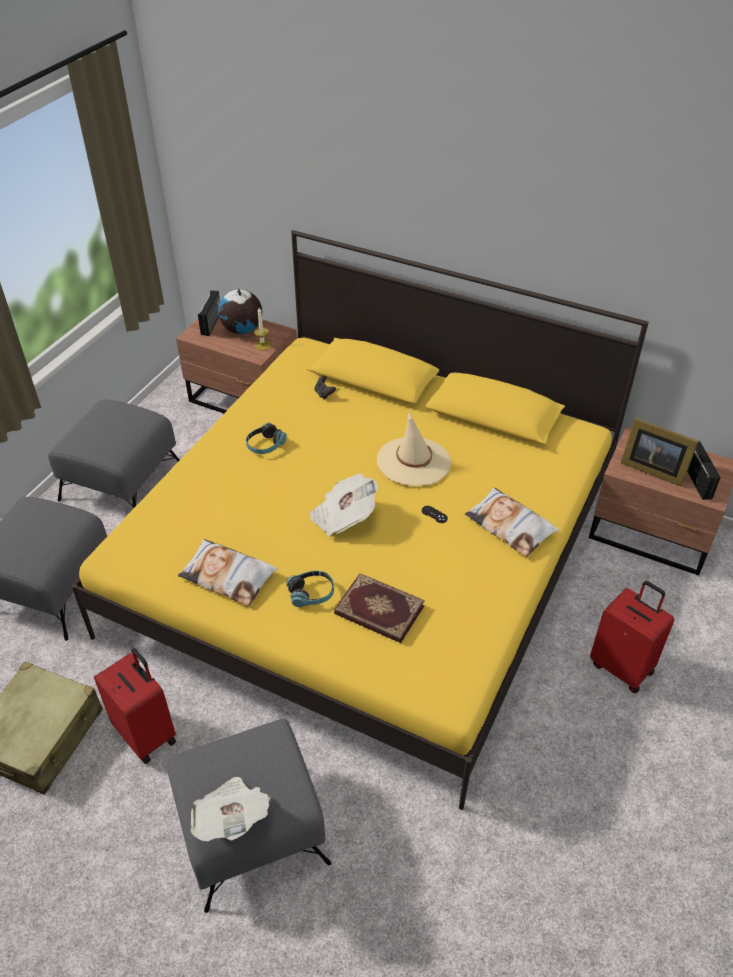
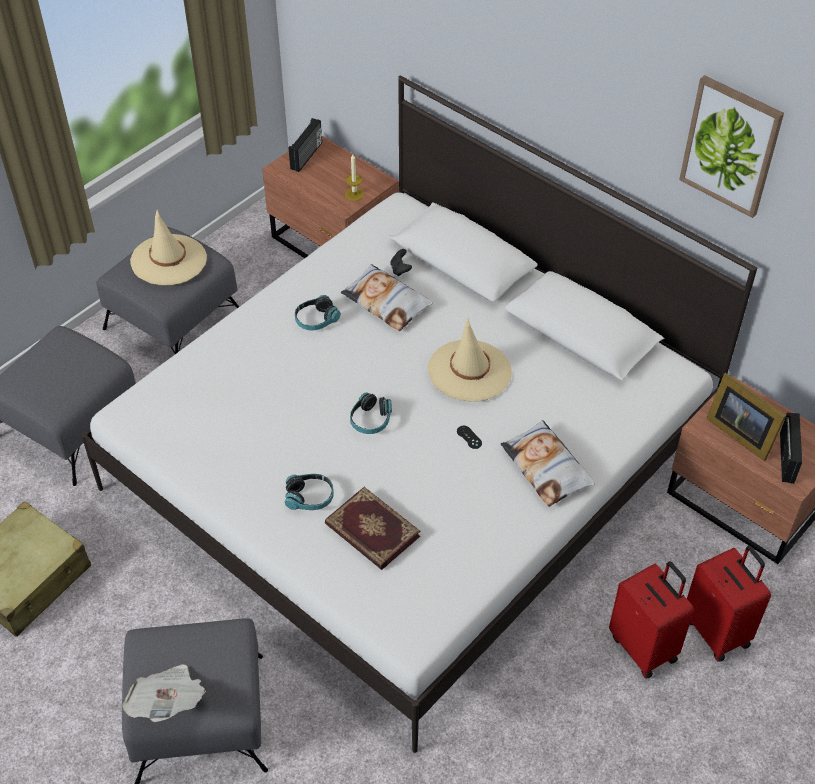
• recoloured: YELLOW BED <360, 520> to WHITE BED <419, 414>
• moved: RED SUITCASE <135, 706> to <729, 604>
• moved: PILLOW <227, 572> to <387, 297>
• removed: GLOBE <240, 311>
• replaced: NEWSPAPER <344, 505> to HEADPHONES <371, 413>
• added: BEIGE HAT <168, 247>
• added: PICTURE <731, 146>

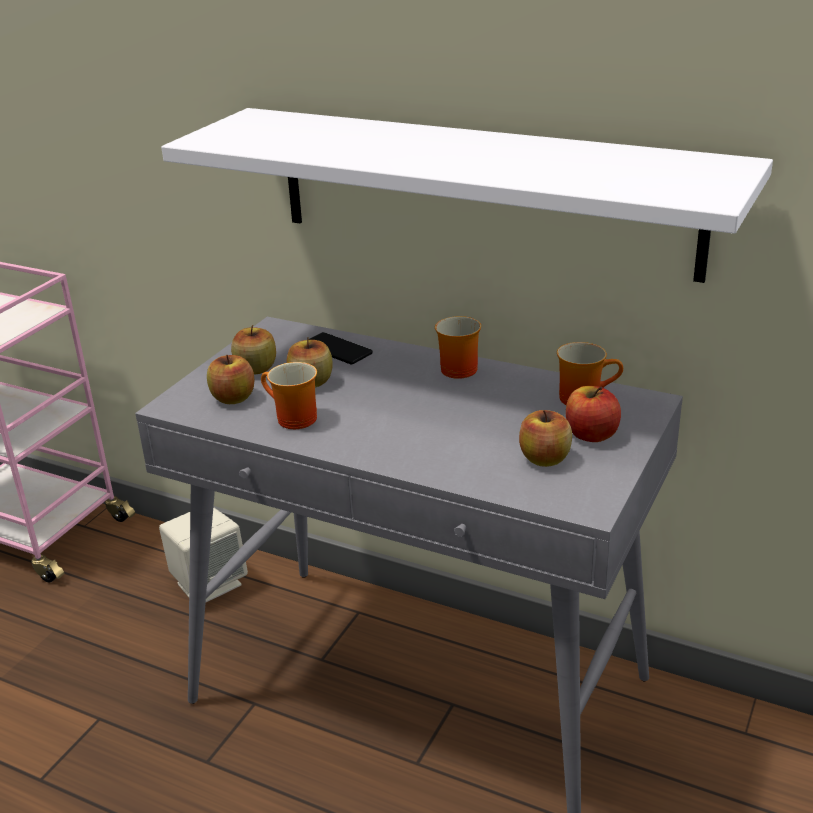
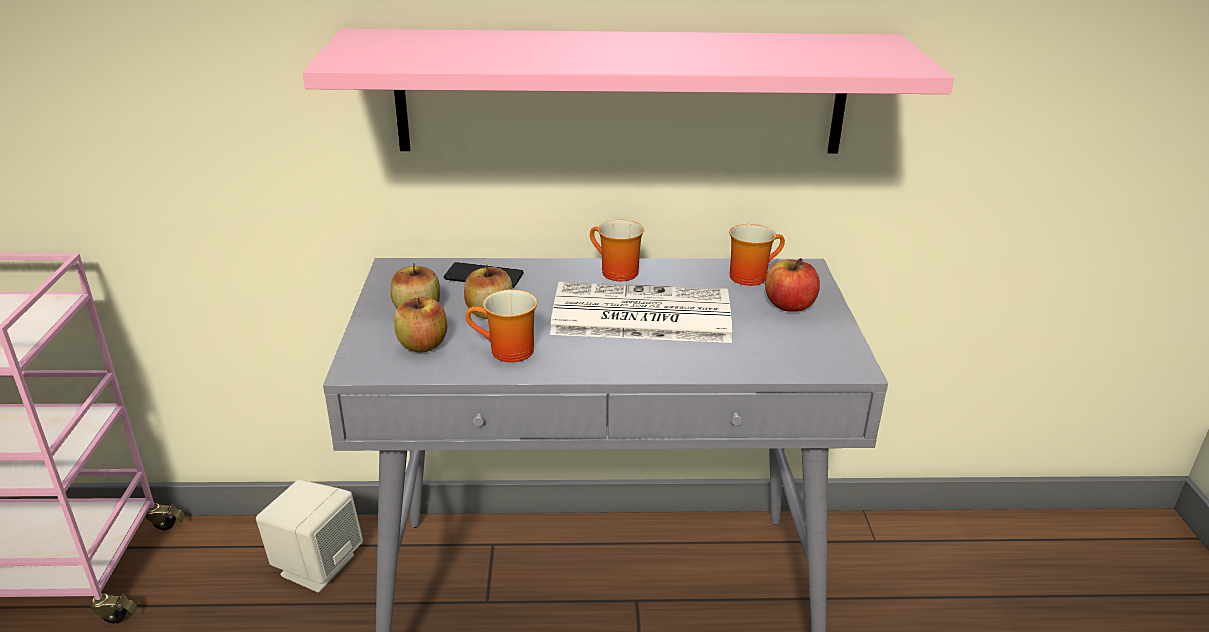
• recoloured: WHITE SHELF <467, 195> to PINK SHELF <628, 91>
• removed: APPLE <545, 438>
• added: NEWSPAPER <641, 312>

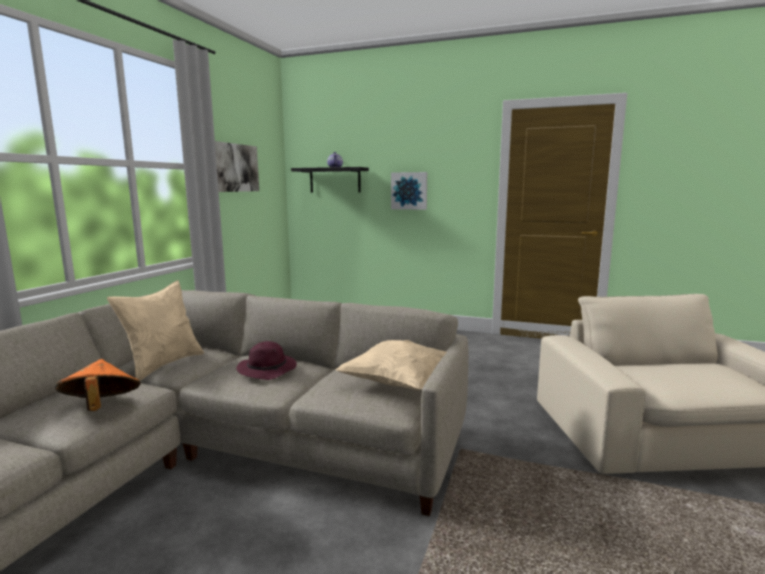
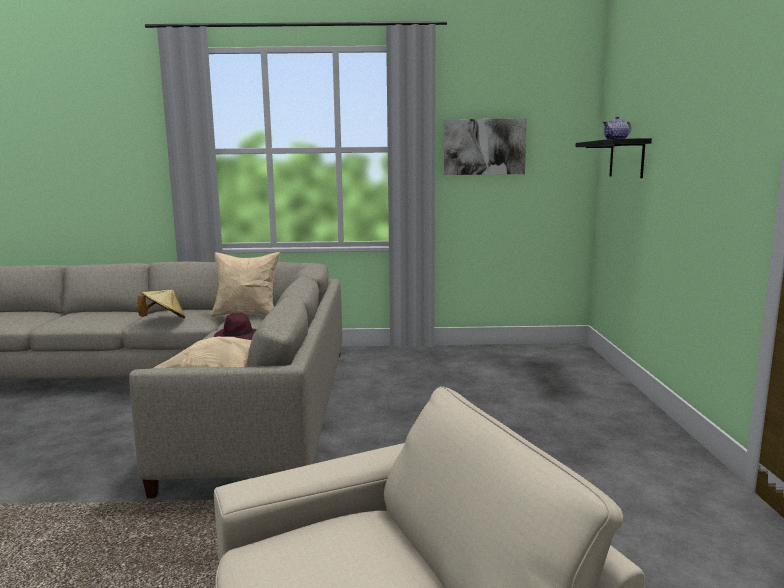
• recoloured: ORANGE HAT <98, 385> to BEIGE HAT <161, 303>
• removed: PICTURE <409, 191>

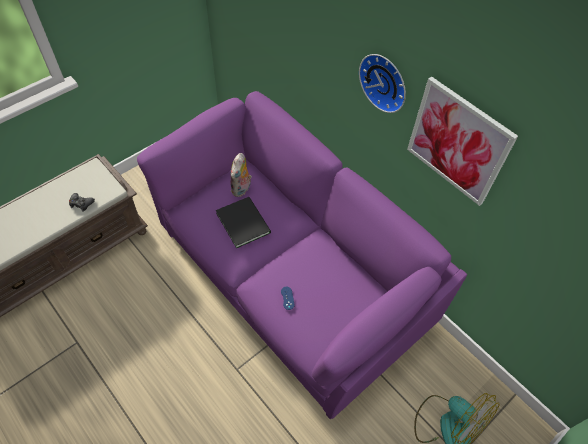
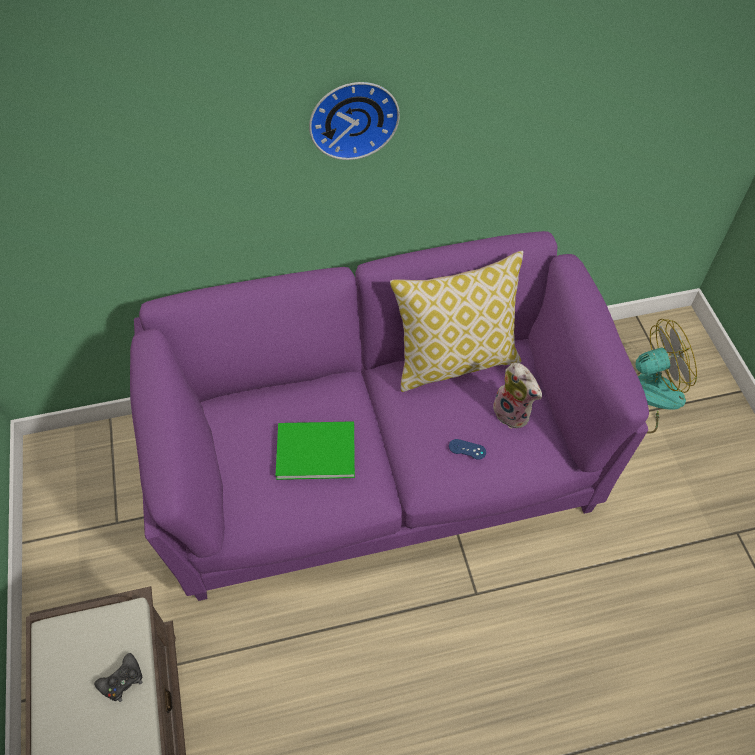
• recoloured: BLACK BOOK <243, 222> to GREEN BOOK <315, 450>
• moved: PLUSH TOY <241, 175> to <516, 395>
• removed: PICTURE <462, 141>
• added: PILLOW <456, 321>

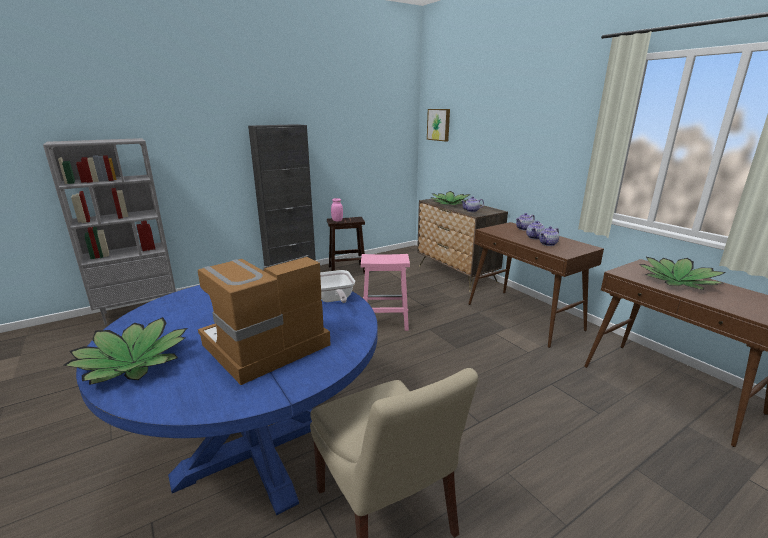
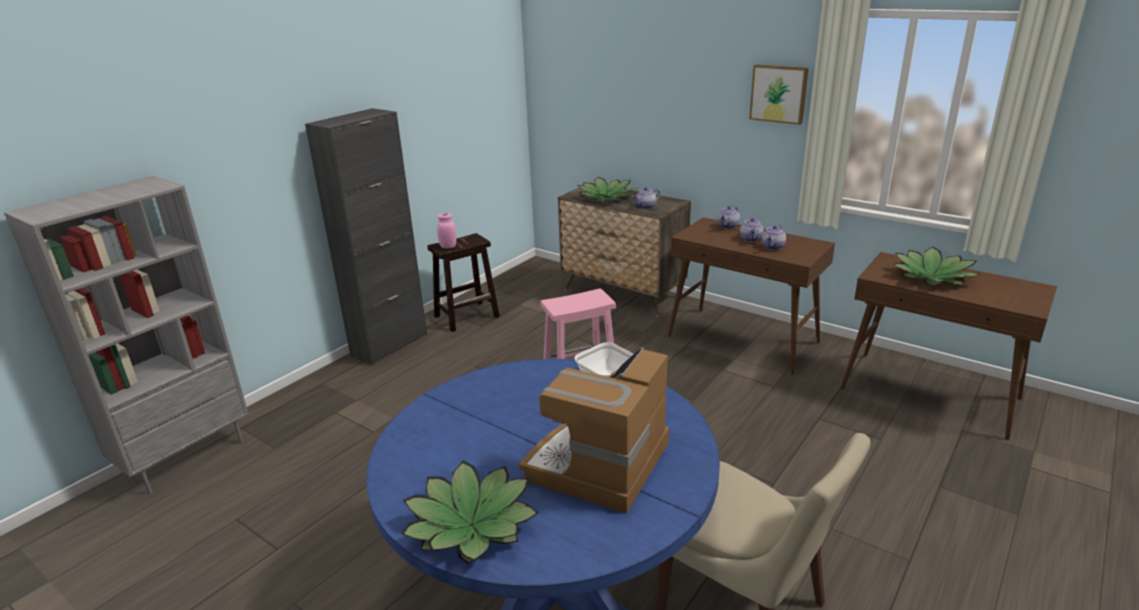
• moved: PICTURE <438, 125> to <779, 94>

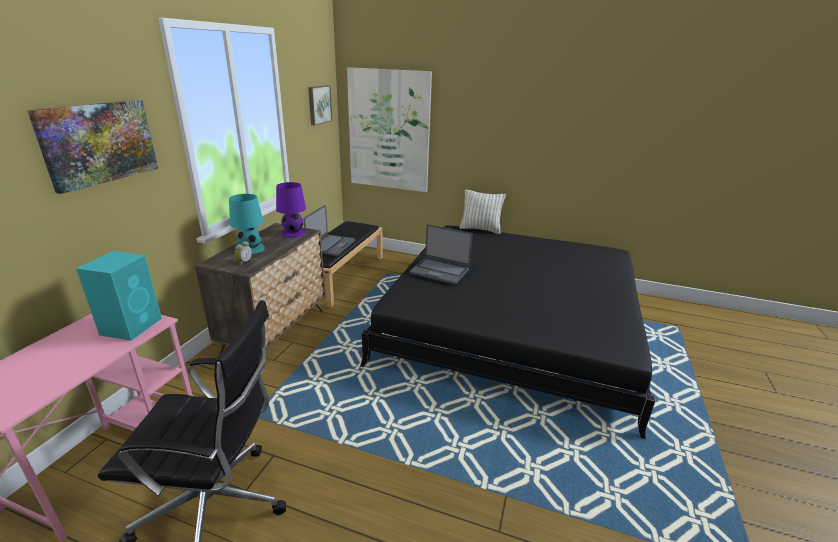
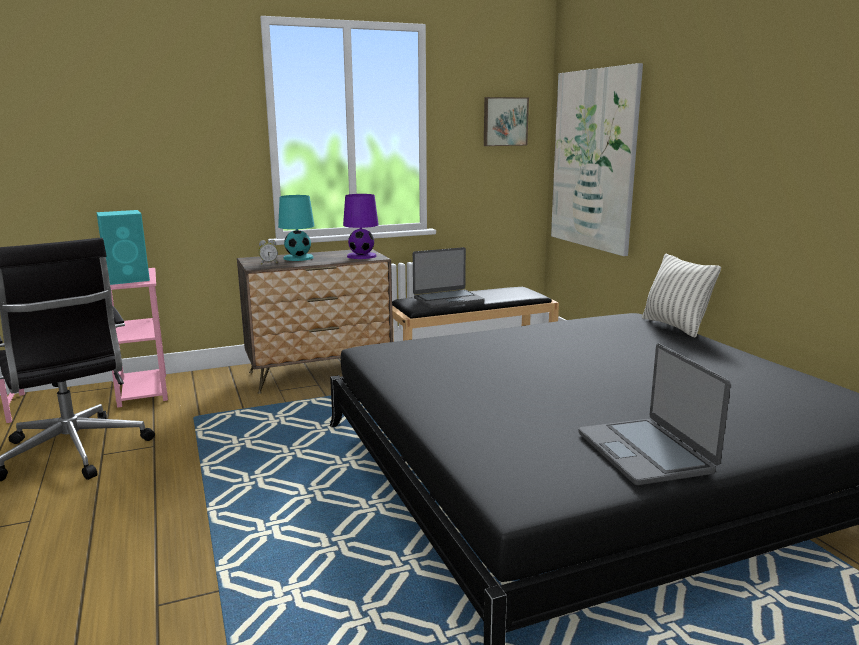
• removed: PICTURE <92, 147>
• moved: LAPTOP <441, 254> to <654, 414>

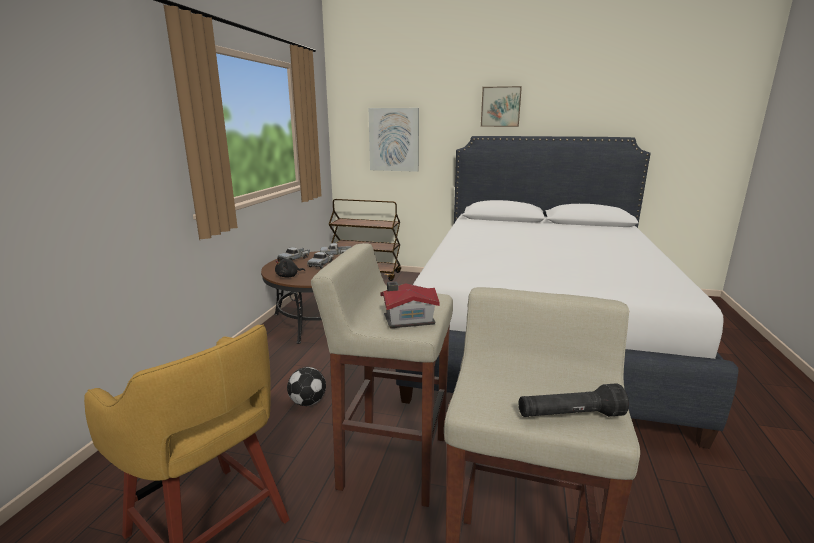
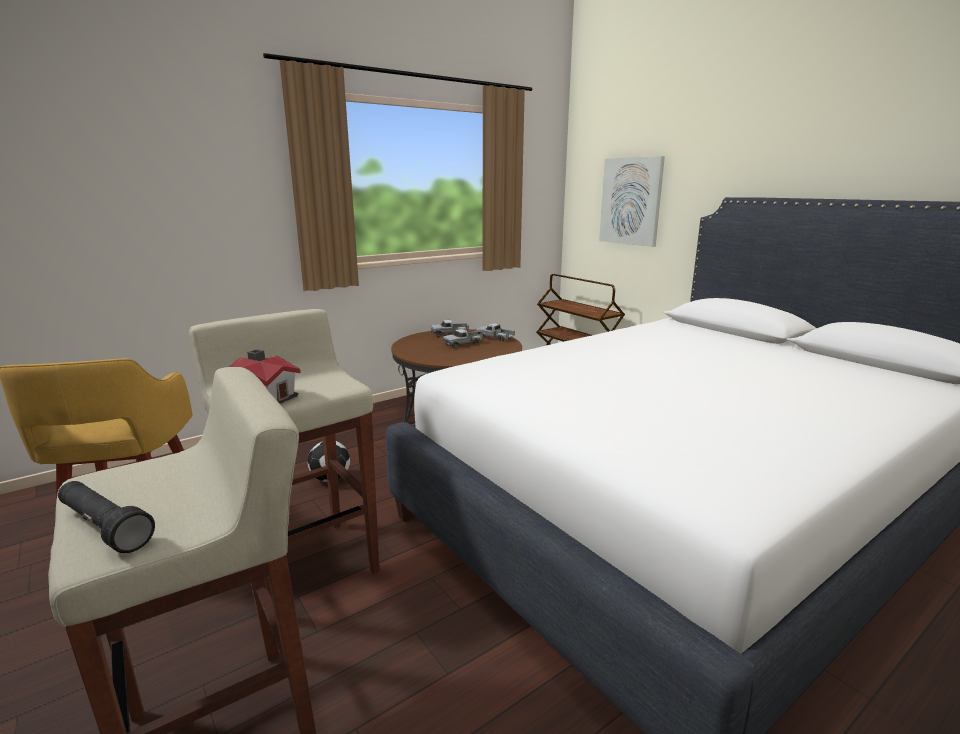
• removed: BLACK PLUSH TOY <290, 267>
• removed: PICTURE <501, 106>

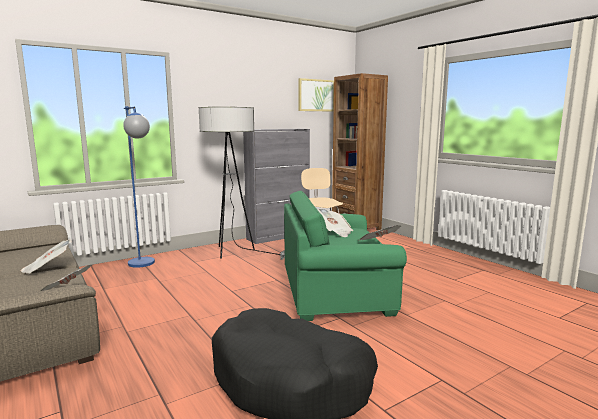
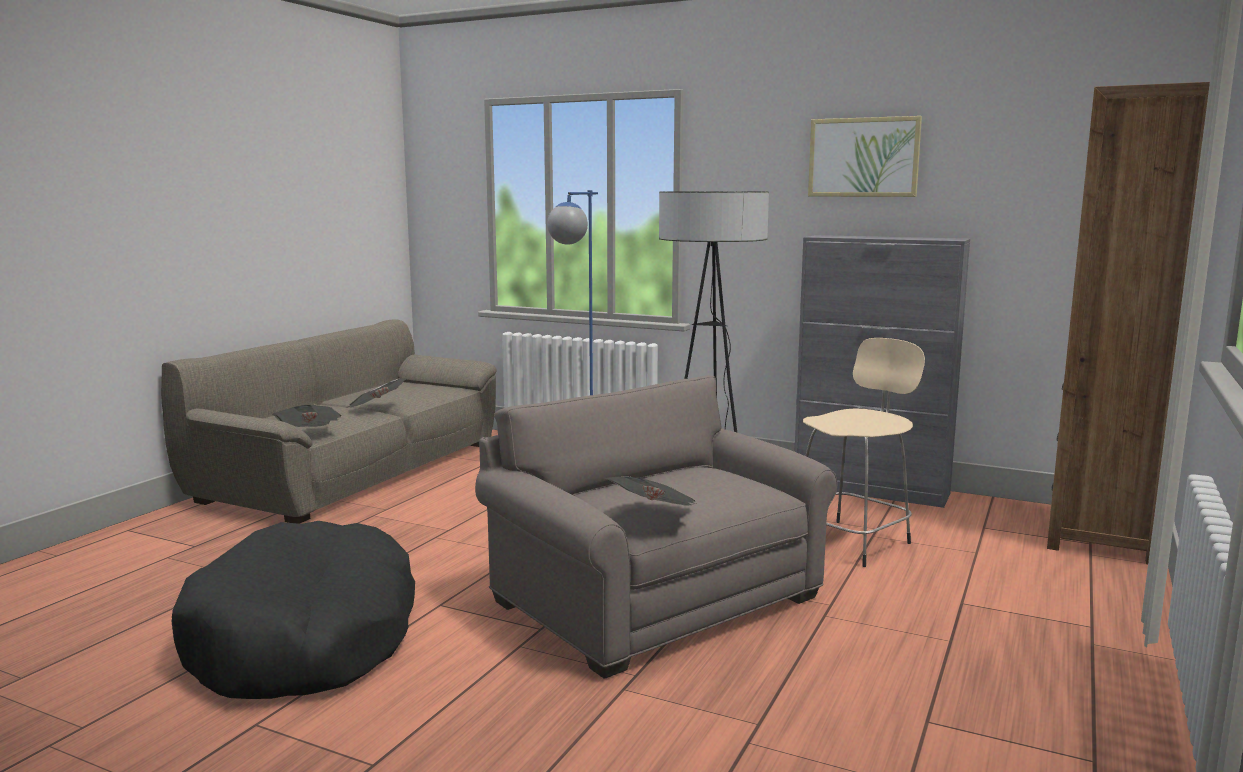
• recoloured: GREEN ARMCHAIR <345, 256> to GREY ARMCHAIR <656, 527>
• moved: PICTURE <316, 95> to <865, 156>
• removed: NEWSPAPER <335, 222>

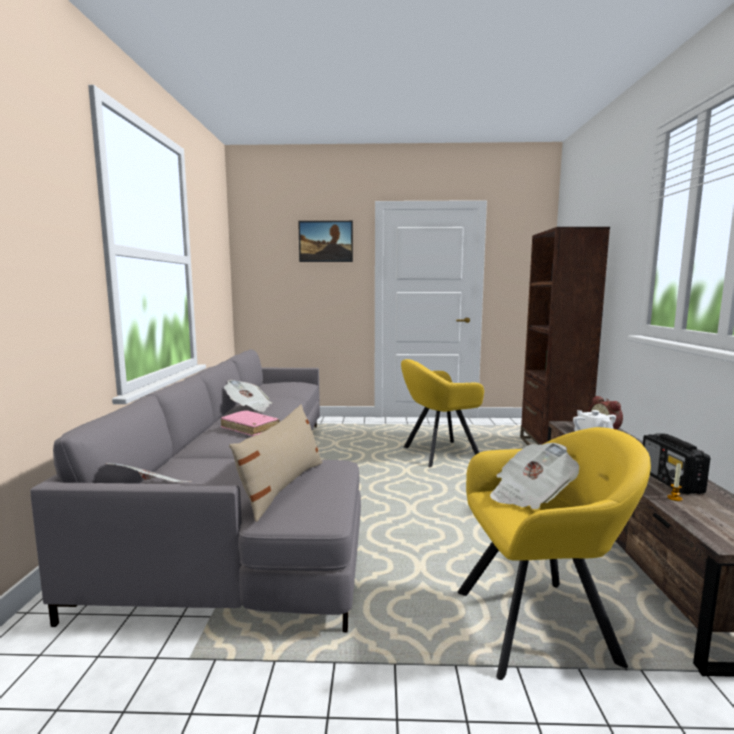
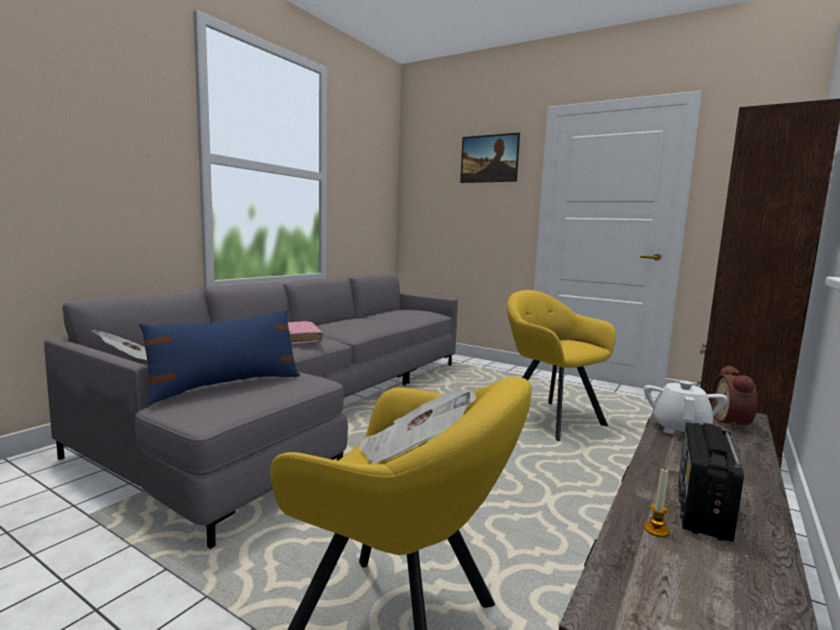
• removed: NEWSPAPER <248, 396>
• recoloured: BEIGE PILLOW <276, 463> to BLUE PILLOW <219, 357>
• turned: YELLOW ARMCHAIR <442, 413> = <561, 365> 45 degrees clockwise

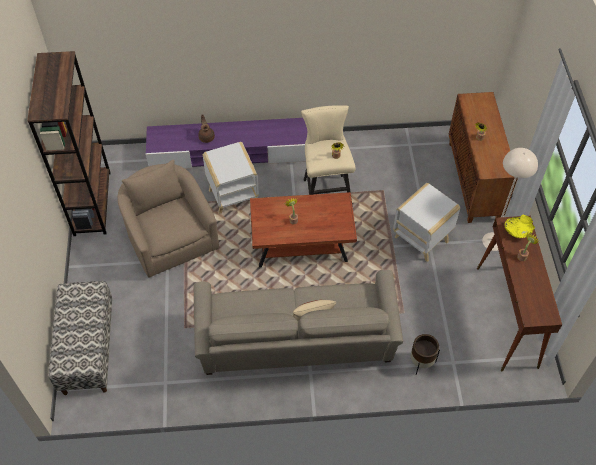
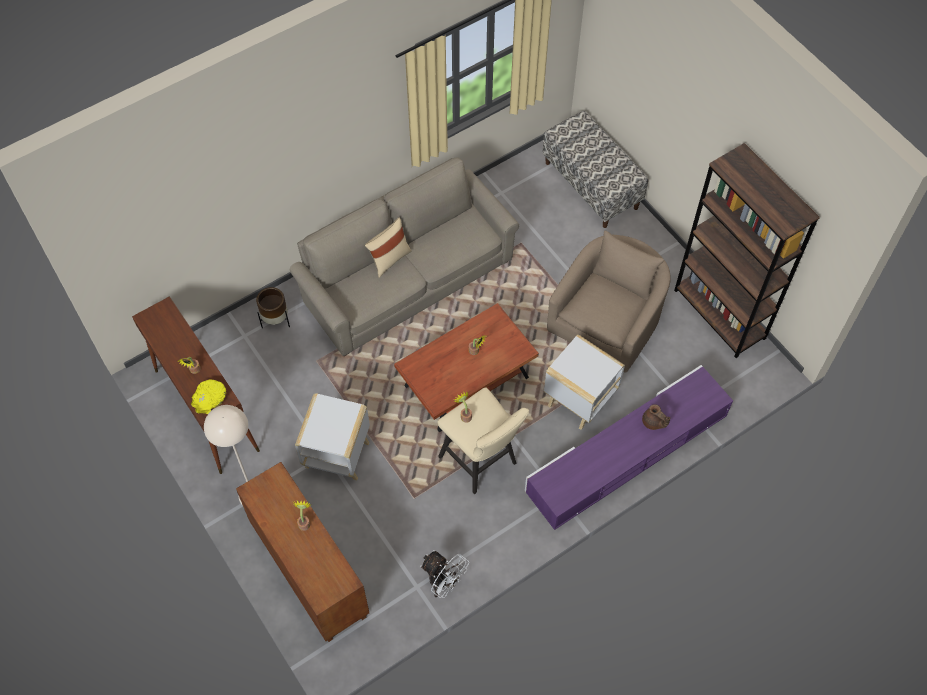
• turned: BEIGE ARMCHAIR <168, 219> = <608, 302> 90 degrees counterclockwise
• added: WHITE FAN <444, 574>

